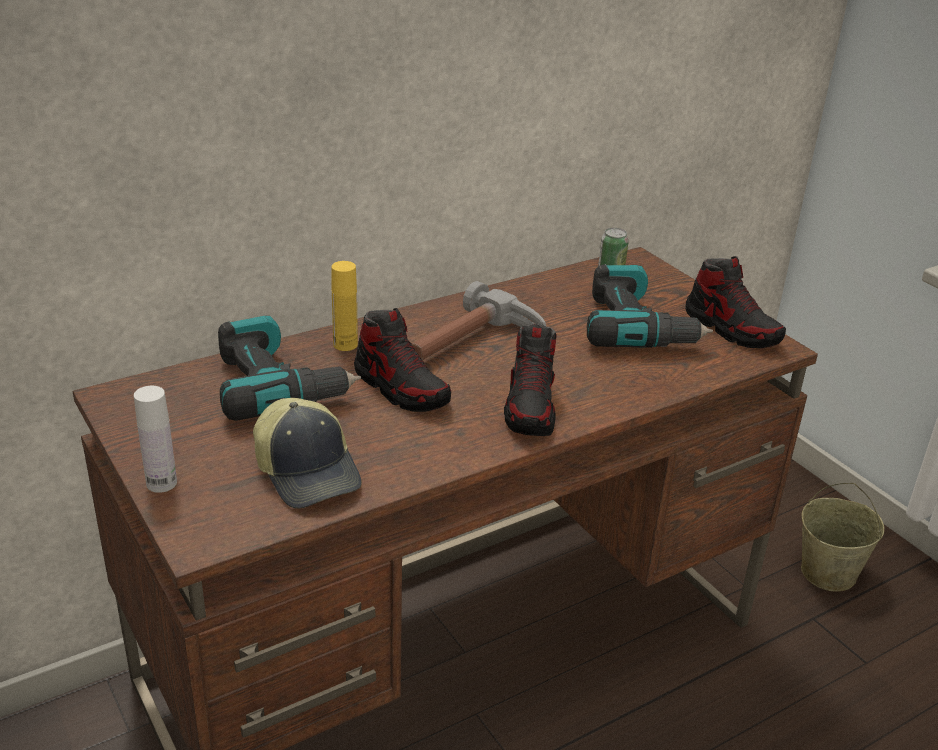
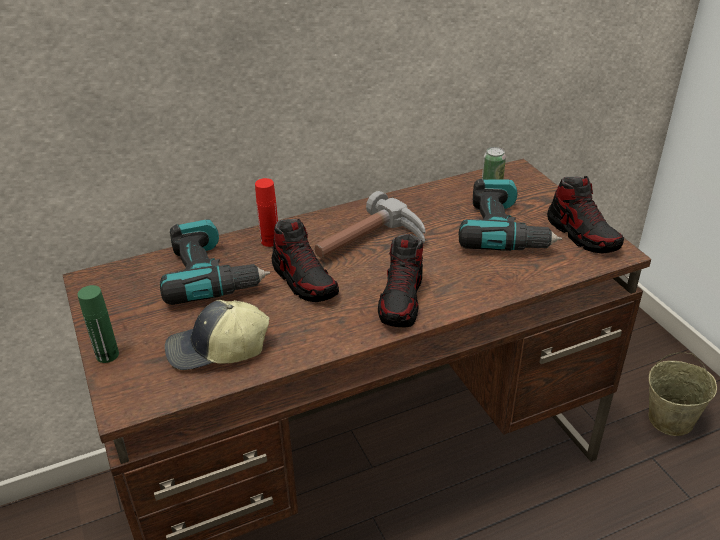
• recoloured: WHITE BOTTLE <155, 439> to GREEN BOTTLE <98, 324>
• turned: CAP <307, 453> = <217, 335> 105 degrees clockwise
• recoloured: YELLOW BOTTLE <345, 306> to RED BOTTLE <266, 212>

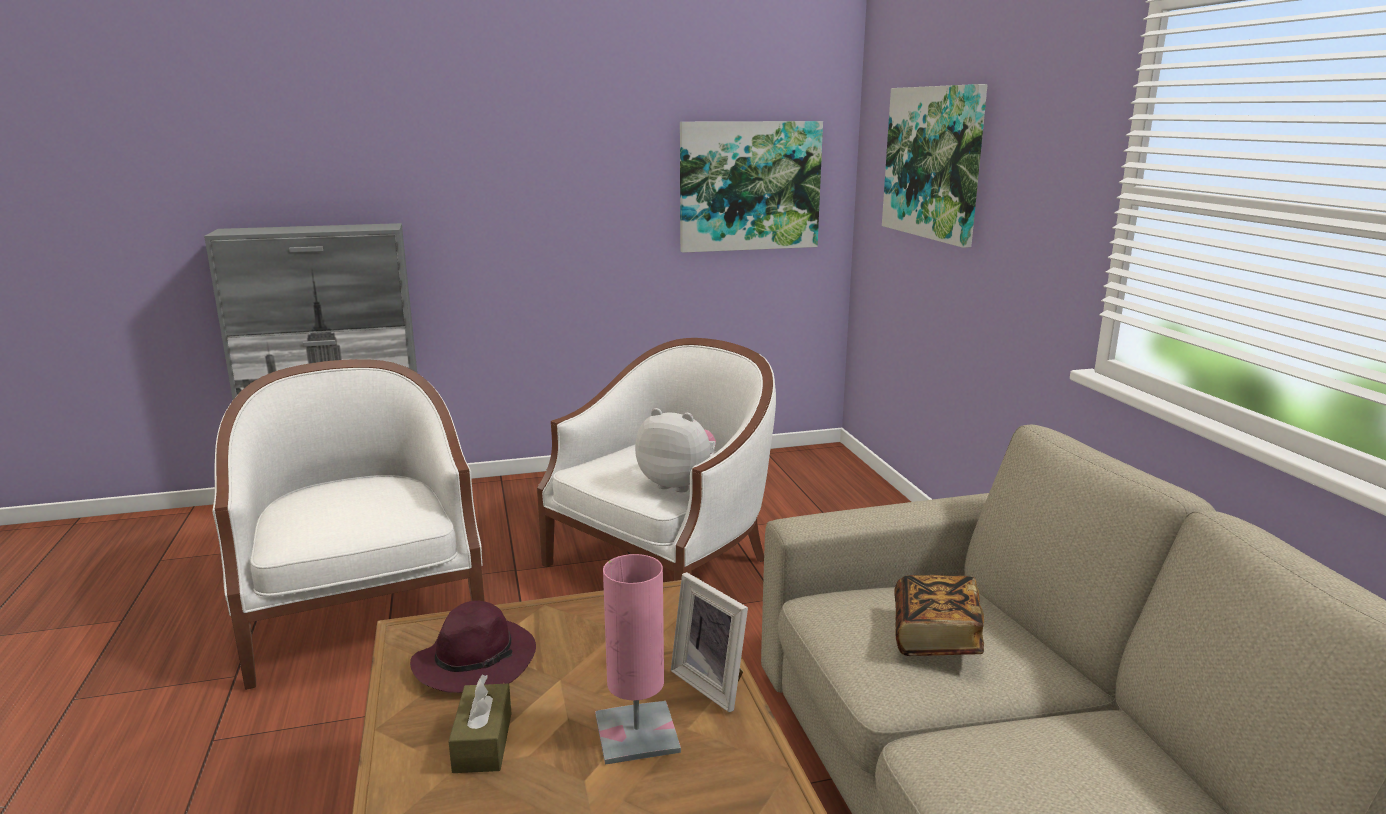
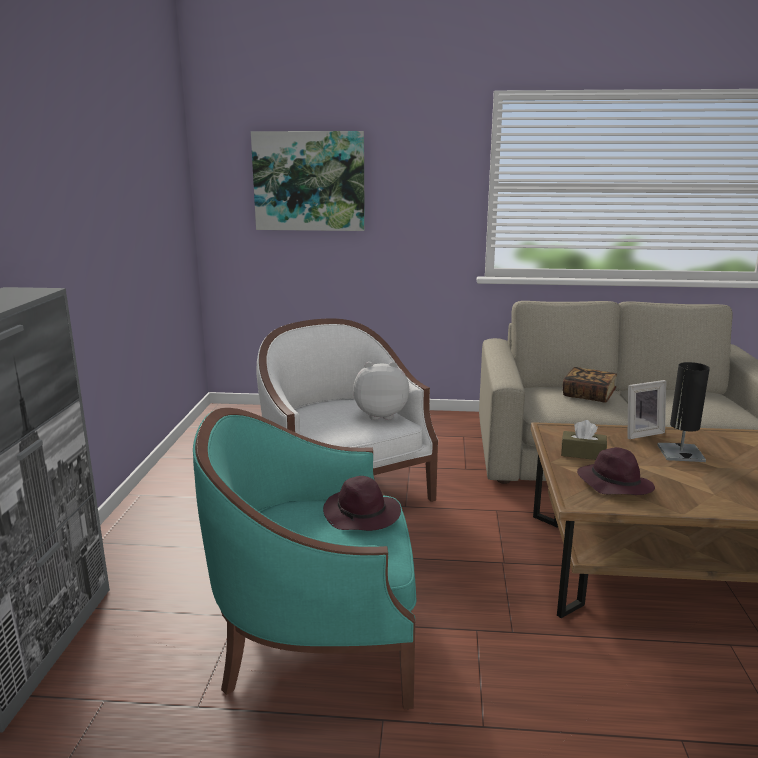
• recoloured: WHITE ARMCHAIR <349, 524> to TURQUOISE ARMCHAIR <304, 558>
• moved: BROWN TISSUE BOX <480, 724> to <584, 440>
• recoloured: PINK TABLE LAMP <638, 659> to BLACK TABLE LAMP <683, 412>
• turned: PLUSH TOY <675, 450> = <381, 391> 45 degrees clockwise
• removed: PICTURE <751, 187>
• added: PURPLE HAT <362, 503>

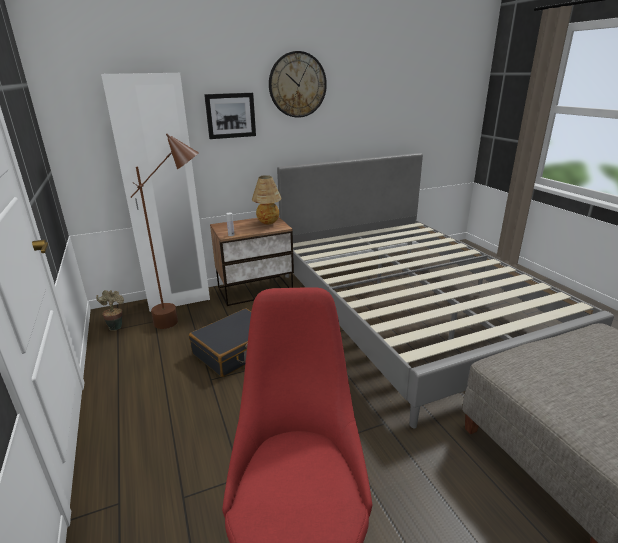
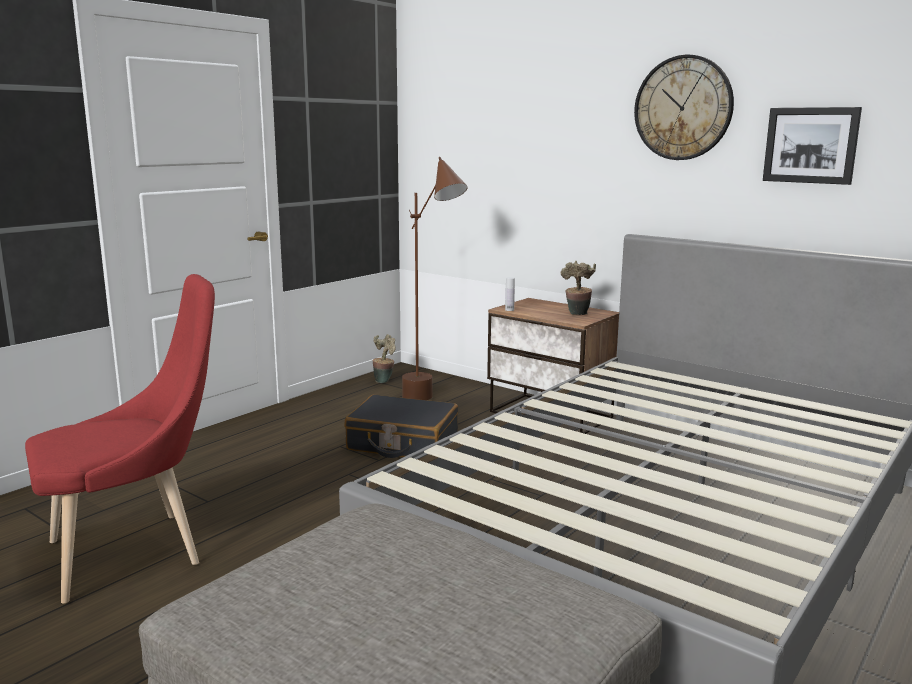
• removed: WHITE WARDROBE <155, 192>
• moved: PICTURE <230, 116> to <812, 146>
• replaced: TABLE LAMP <267, 200> to POTTED PLANT <578, 288>

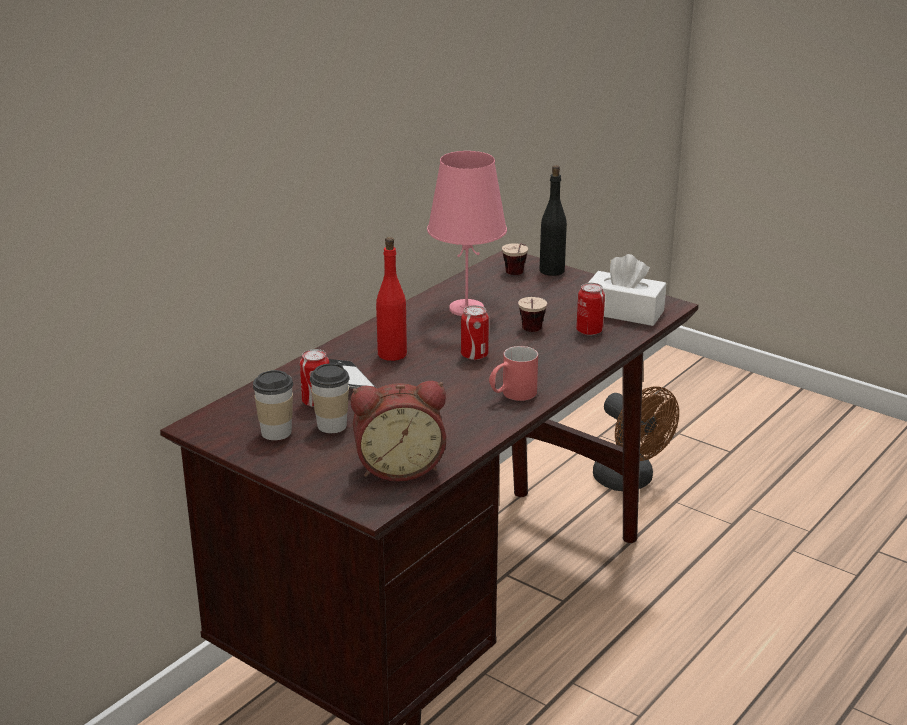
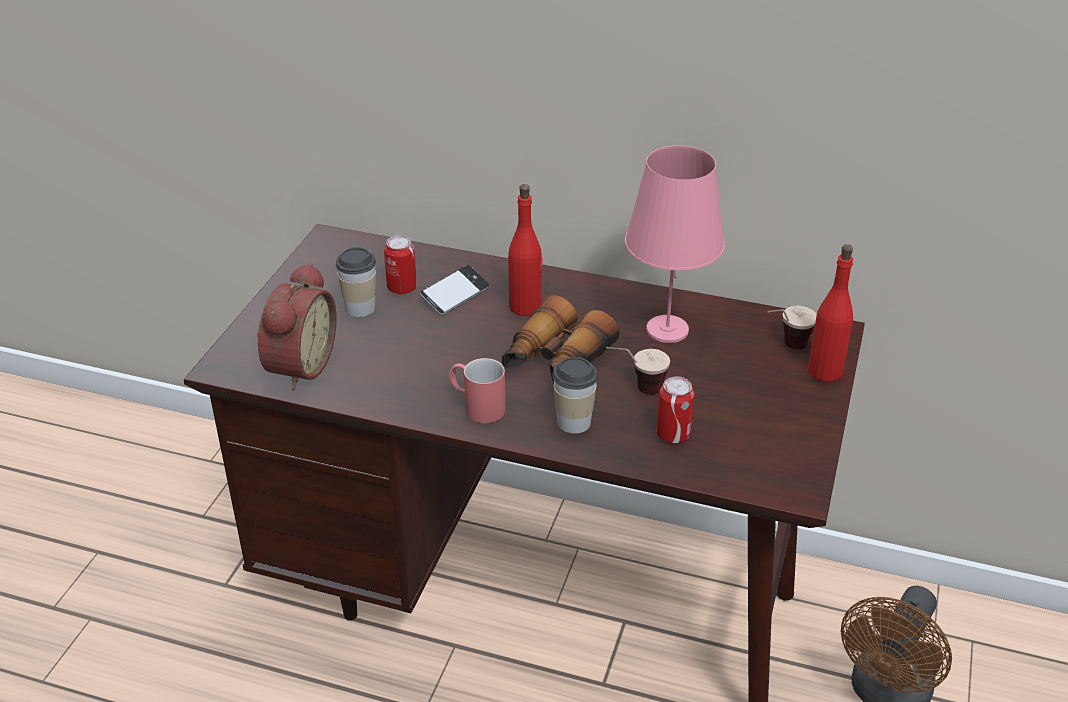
• moved: CUP <273, 405> to <575, 395>
• turned: ALARM CLOCK <398, 431> = <297, 326> 135 degrees counterclockwise
• replaced: CAN <475, 332> to BINOCULARS <561, 339>
• recoloured: BLACK BOTTLE <553, 220> to RED BOTTLE <830, 313>
• removed: WHITE TISSUE BOX <627, 290>

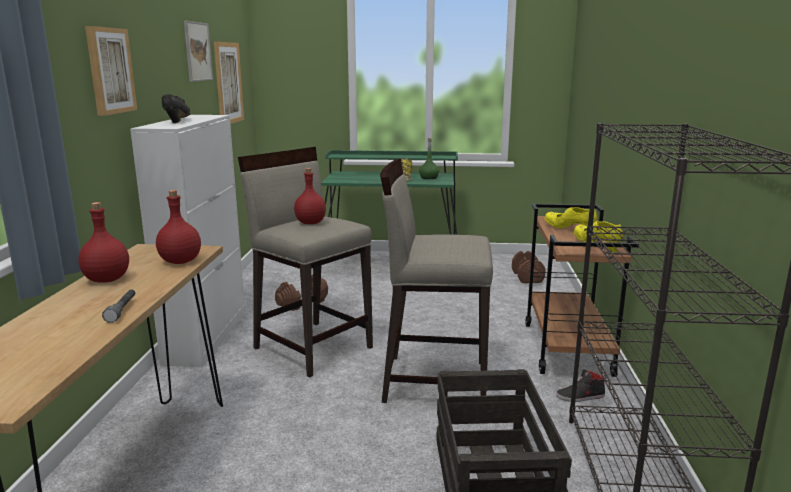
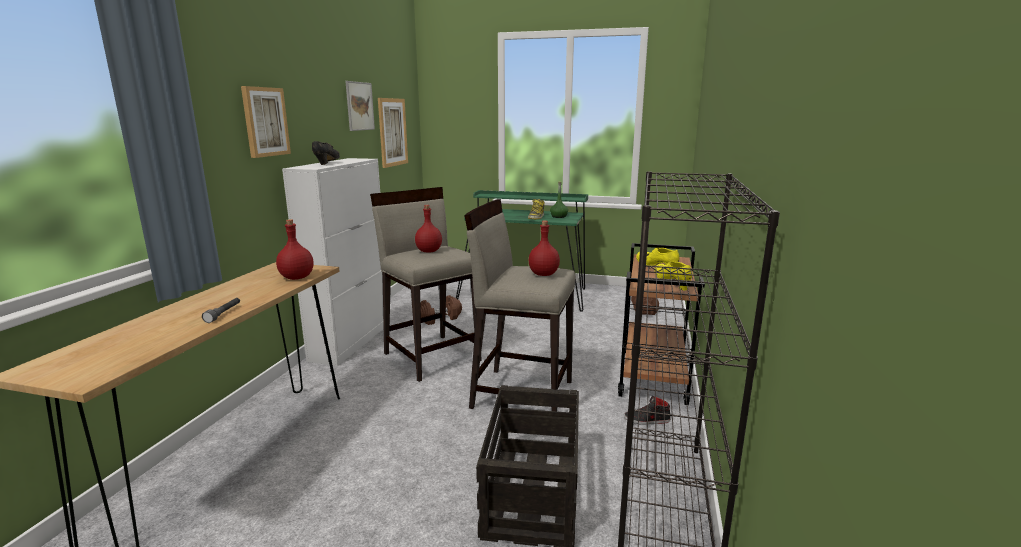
• moved: RED BOTTLE <103, 242> to <544, 248>

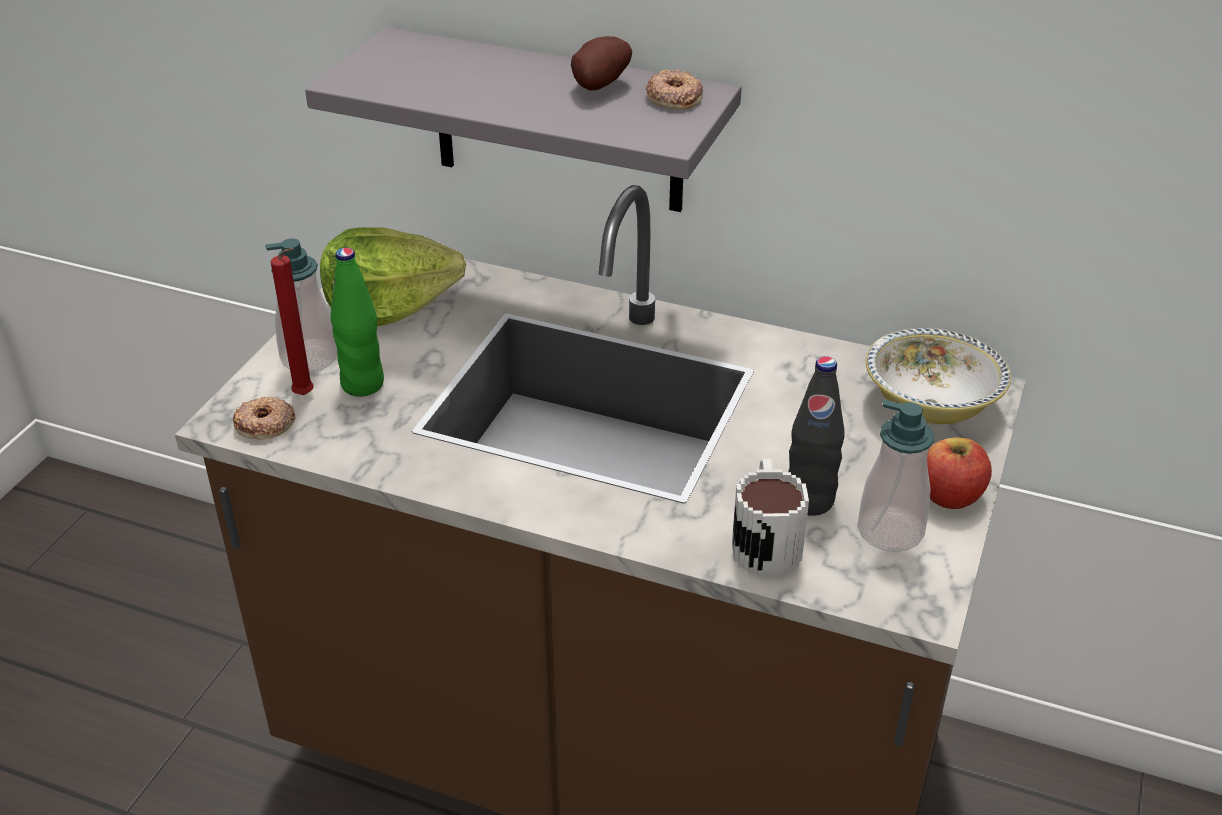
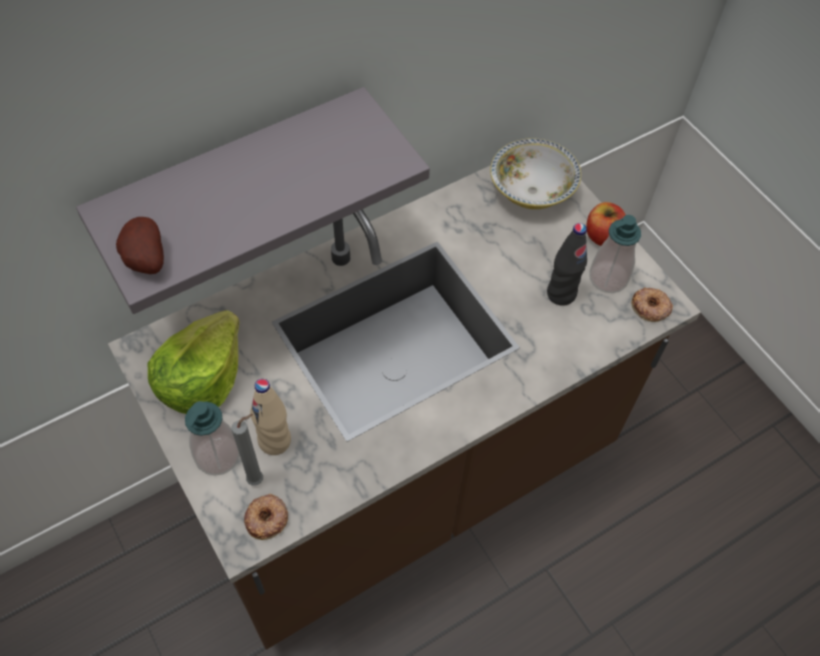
• recoloured: RED CANDLE <292, 321> to GREY CANDLE <247, 450>
• recoloured: GREEN BOTTLE <357, 322> to BEIGE BOTTLE <270, 417>
• moved: POTATO <601, 63> to <140, 245>
• moved: DONUT <674, 90> to <652, 304>
• removed: MUG <770, 518>

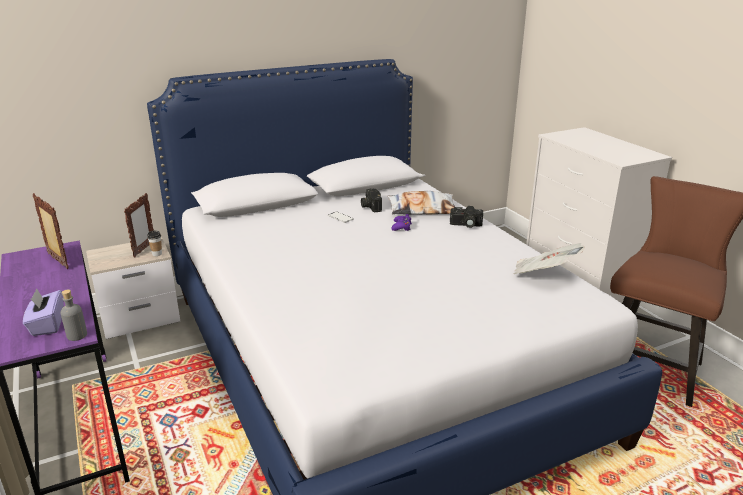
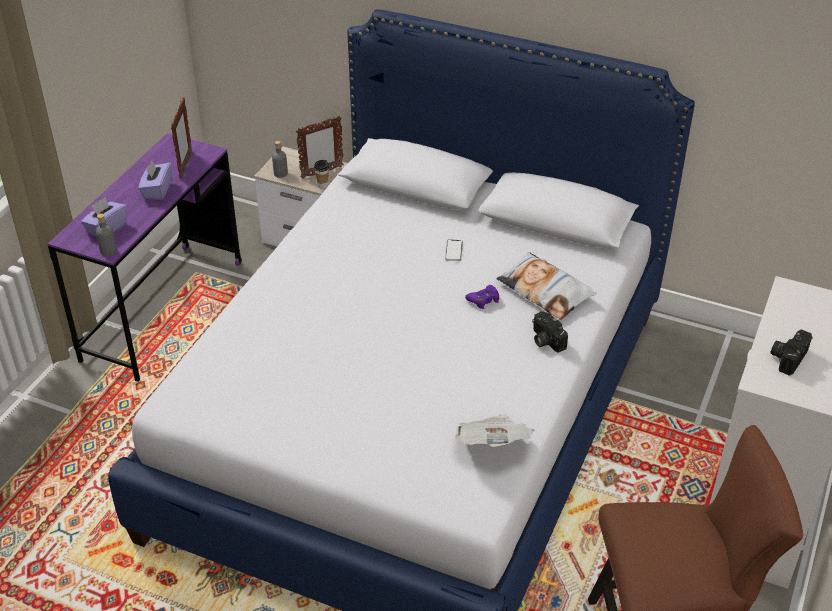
• moved: PHOTO CAMERA <371, 200> to <791, 352>
• added: PURPLE TISSUE BOX <155, 180>
• added: GREY BOTTLE <280, 159>

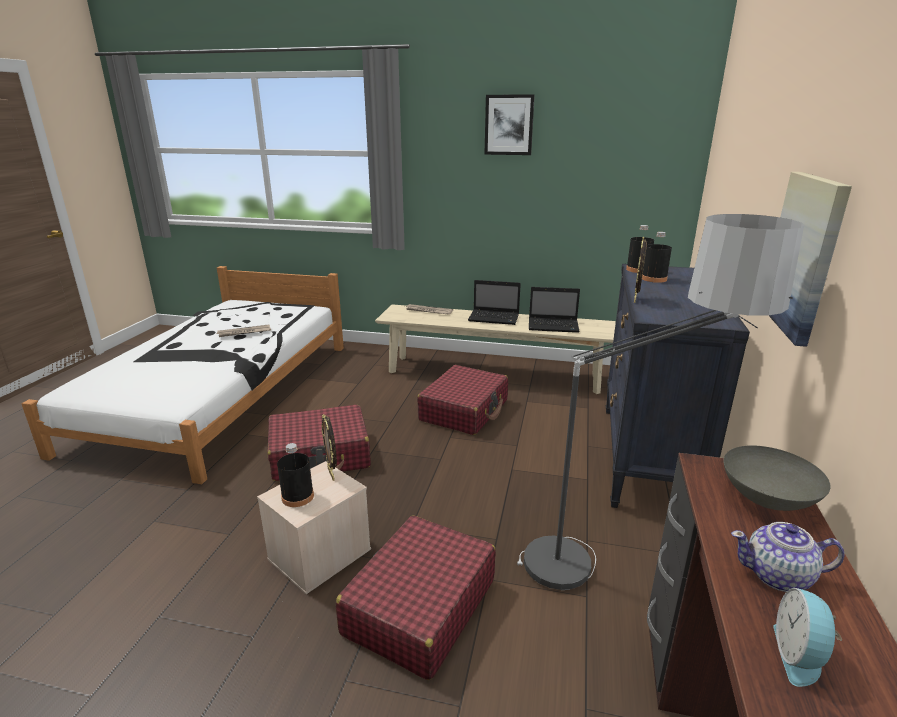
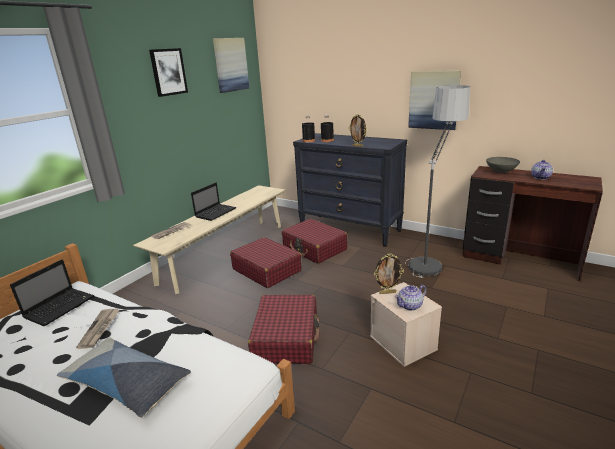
• replaced: BLACK BOTTLE <295, 475> to TEAPOT <411, 298>
• moved: RED SUITCASE <416, 597> to <314, 241>
• moved: LAPTOP <554, 310> to <52, 293>
• removed: ALARM CLOCK <807, 637>
• added: PILLOW <124, 377>
• added: PICTURE <231, 65>

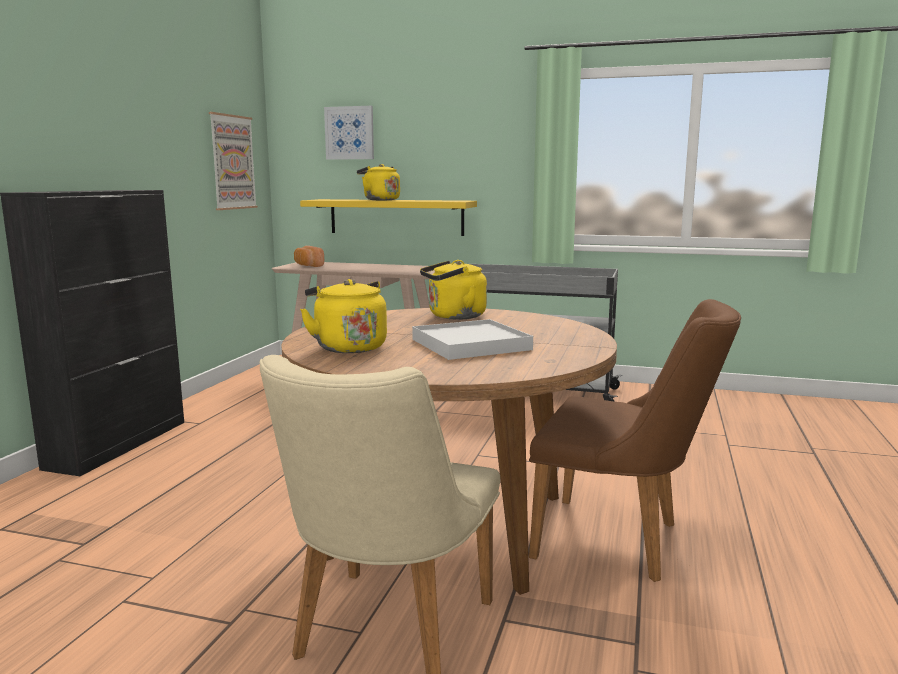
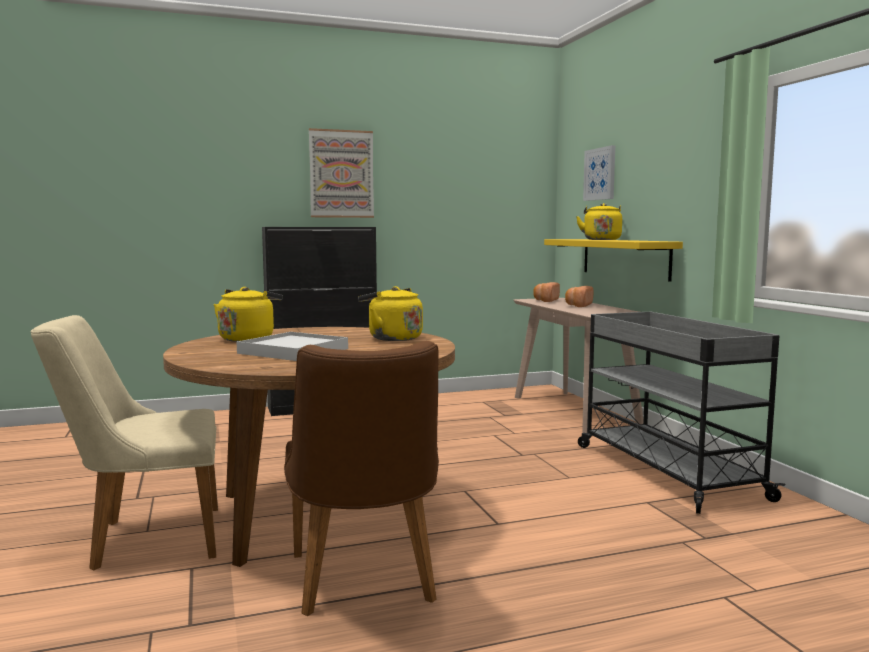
• moved: PICTURE <233, 161> to <341, 173>
• added: BREAD <579, 296>

